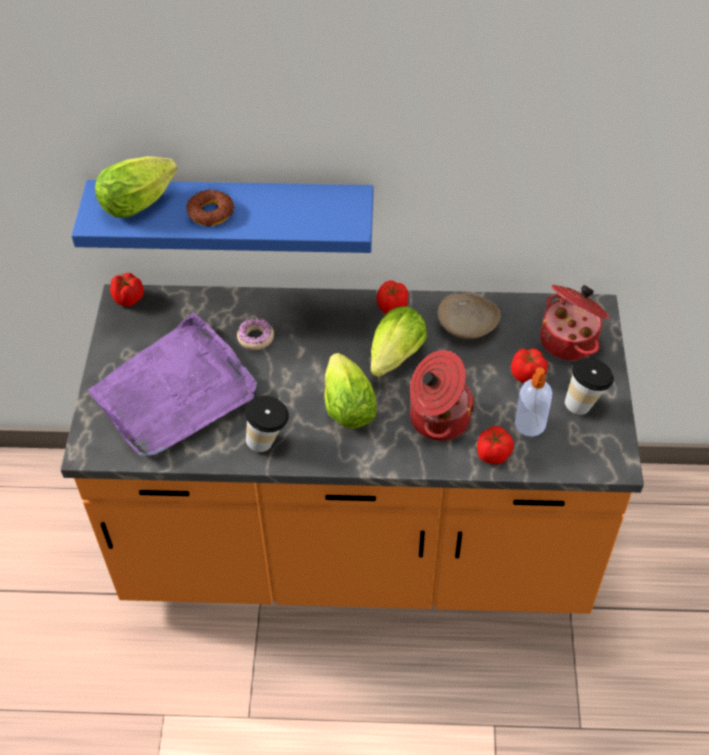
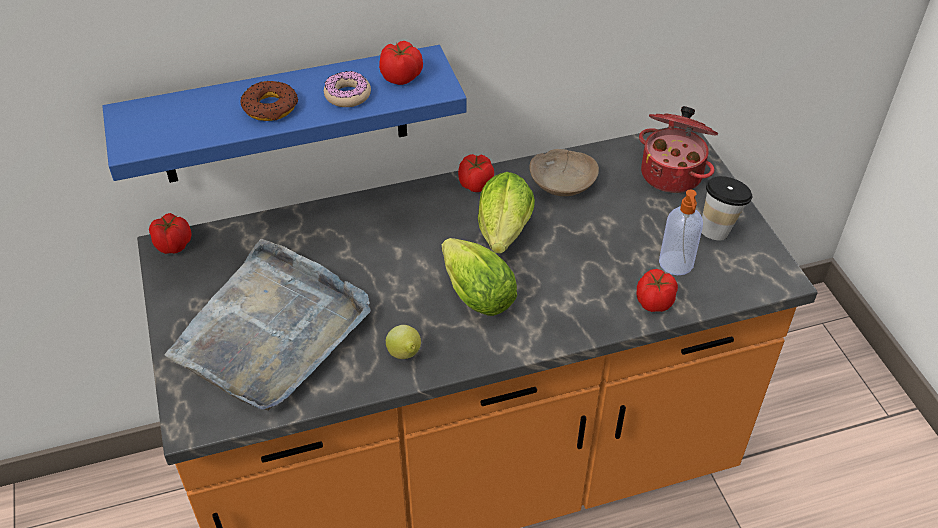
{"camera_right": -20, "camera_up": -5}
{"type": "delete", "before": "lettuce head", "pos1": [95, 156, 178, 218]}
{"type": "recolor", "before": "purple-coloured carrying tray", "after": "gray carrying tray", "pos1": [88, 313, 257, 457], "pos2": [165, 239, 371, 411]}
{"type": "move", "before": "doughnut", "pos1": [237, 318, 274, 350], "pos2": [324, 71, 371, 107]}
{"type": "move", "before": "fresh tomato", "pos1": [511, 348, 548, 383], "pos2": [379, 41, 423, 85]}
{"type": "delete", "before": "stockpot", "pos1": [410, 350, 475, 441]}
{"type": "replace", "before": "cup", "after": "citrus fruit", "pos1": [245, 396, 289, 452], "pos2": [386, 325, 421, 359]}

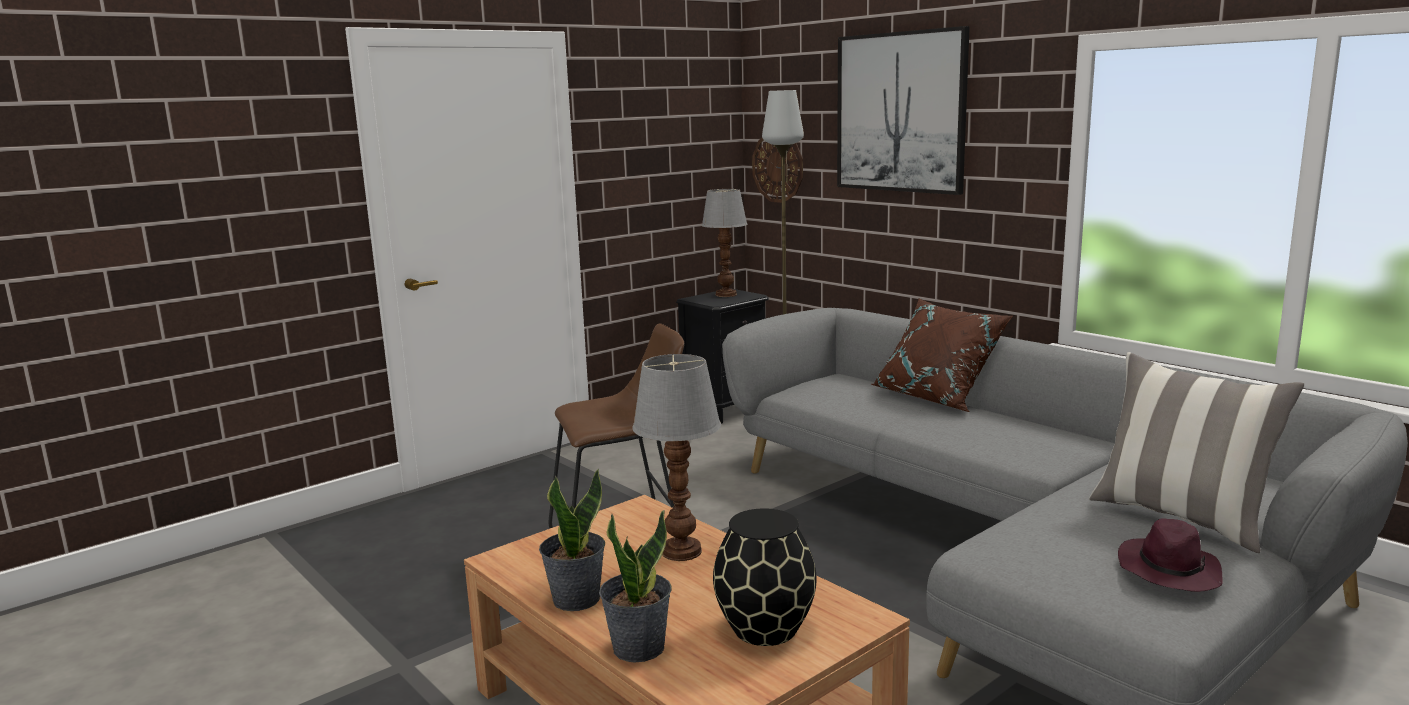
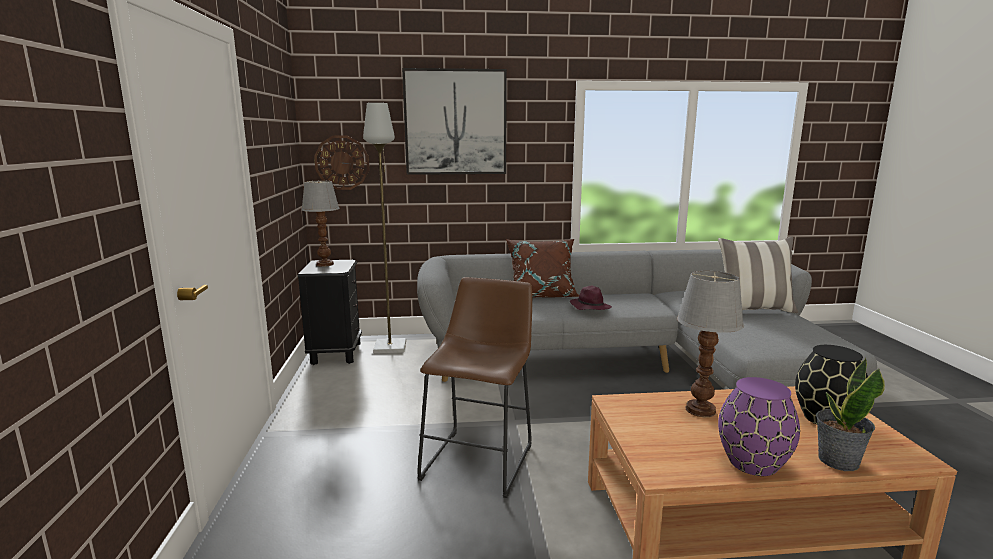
{"camera_right": -55, "camera_up": 0}
{"type": "replace", "before": "houseplant", "after": "purple-coloured flower vase", "pos1": [539, 469, 605, 611], "pos2": [718, 377, 800, 476]}
{"type": "move", "before": "purple-coloured hat", "pos1": [1118, 518, 1223, 592], "pos2": [570, 286, 612, 310]}

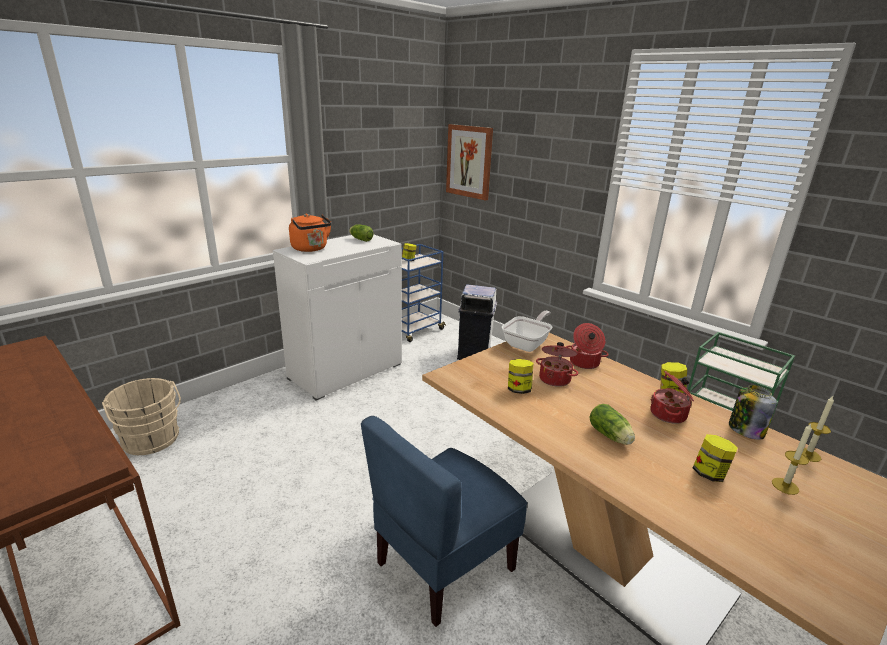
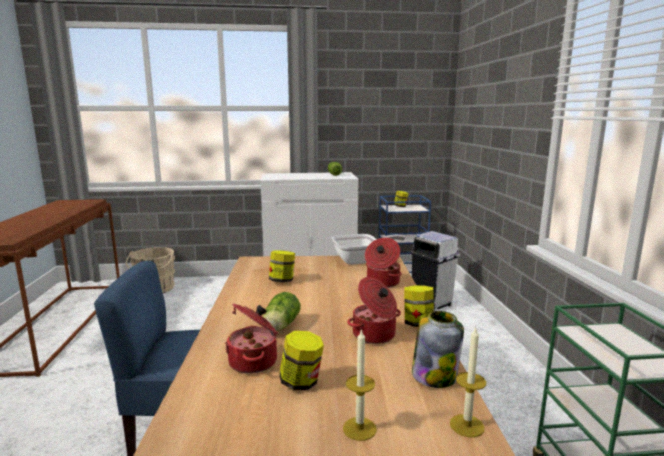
{"camera_right": 40, "camera_up": -10}
{"type": "delete", "before": "wall picture", "pos1": [446, 124, 493, 201]}
{"type": "delete", "before": "orangey water kettle", "pos1": [289, 214, 331, 252]}
{"type": "move", "before": "stockpot", "pos1": [536, 342, 578, 387], "pos2": [225, 303, 278, 374]}

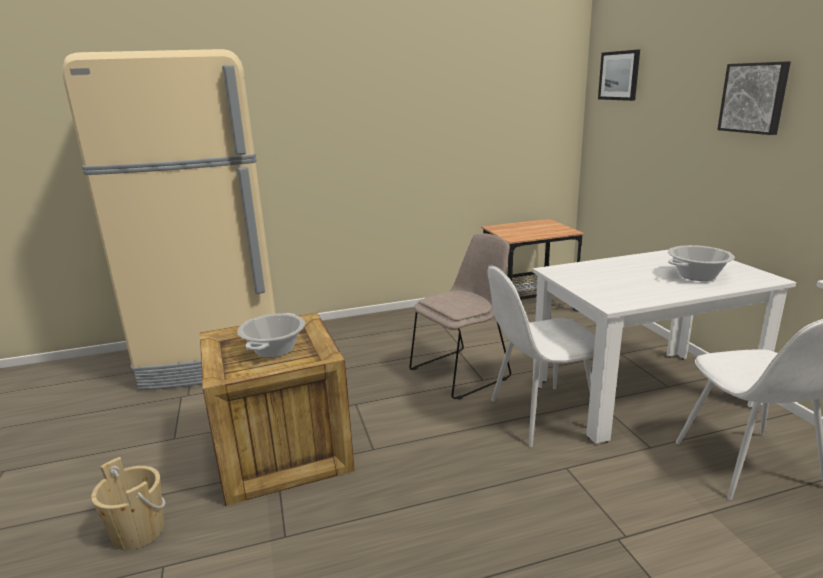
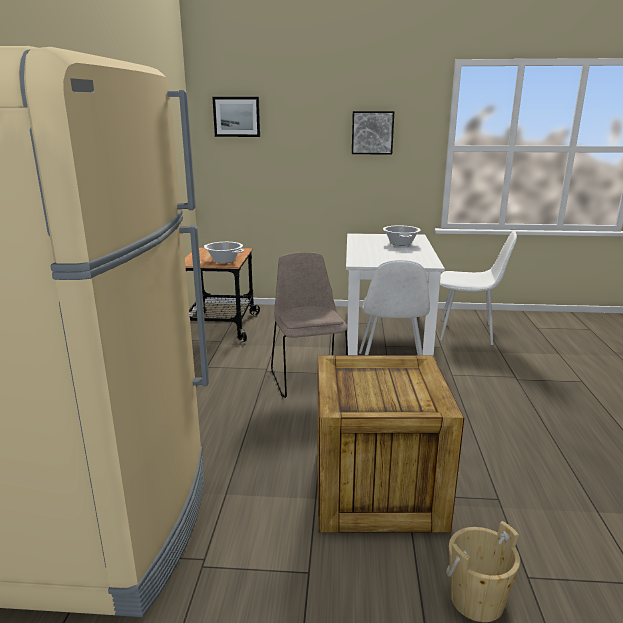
{"camera_right": -70, "camera_up": 0}
{"type": "move", "before": "stockpot", "pos1": [237, 313, 305, 358], "pos2": [204, 242, 244, 263]}

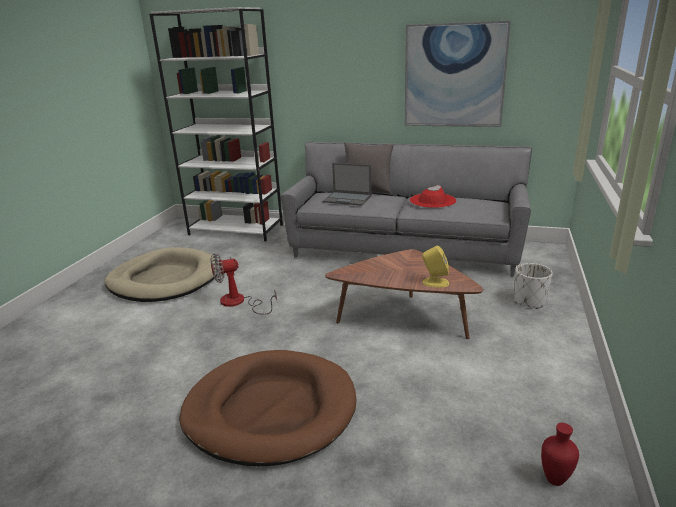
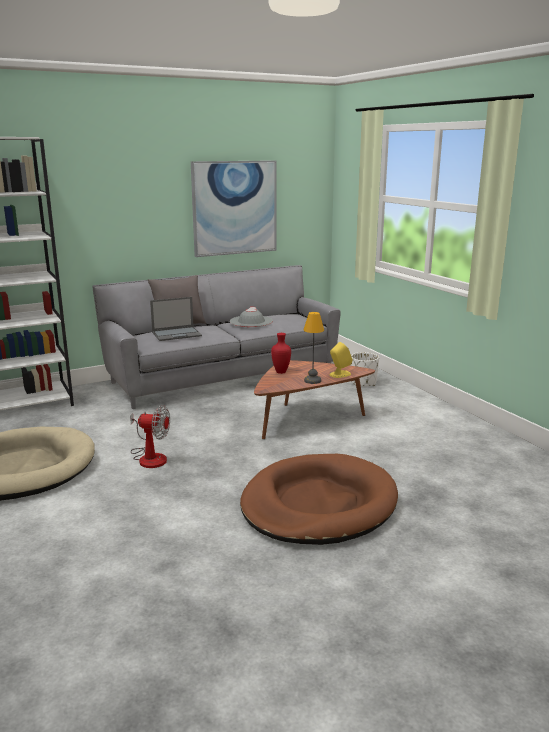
{"camera_right": -45, "camera_up": -5}
{"type": "recolor", "before": "red hat", "after": "gray hat", "pos1": [410, 185, 457, 208], "pos2": [230, 307, 273, 327]}
{"type": "rotate", "before": "fan", "pos1": [211, 253, 277, 315], "pos2": [130, 405, 170, 468], "turn": -105}
{"type": "move", "before": "red flower vase", "pos1": [541, 423, 579, 486], "pos2": [271, 333, 291, 374]}
{"type": "insert", "after": "table lamp", "pos2": [304, 312, 324, 384]}

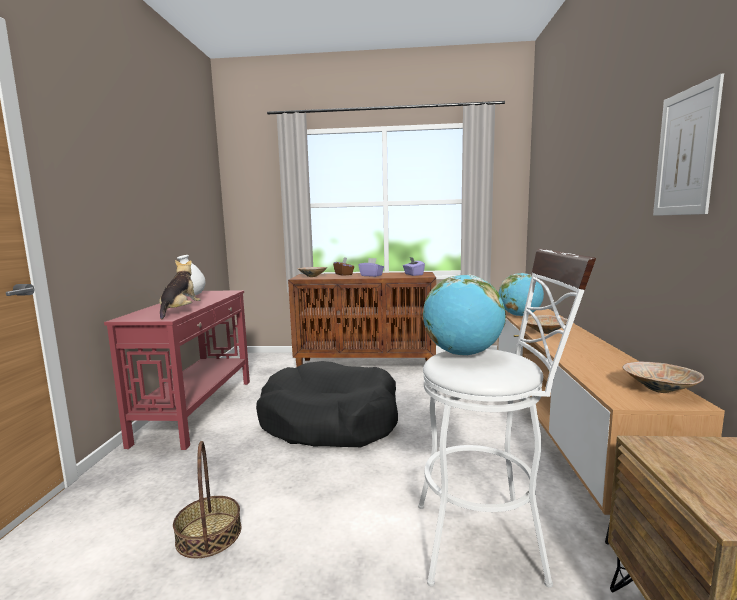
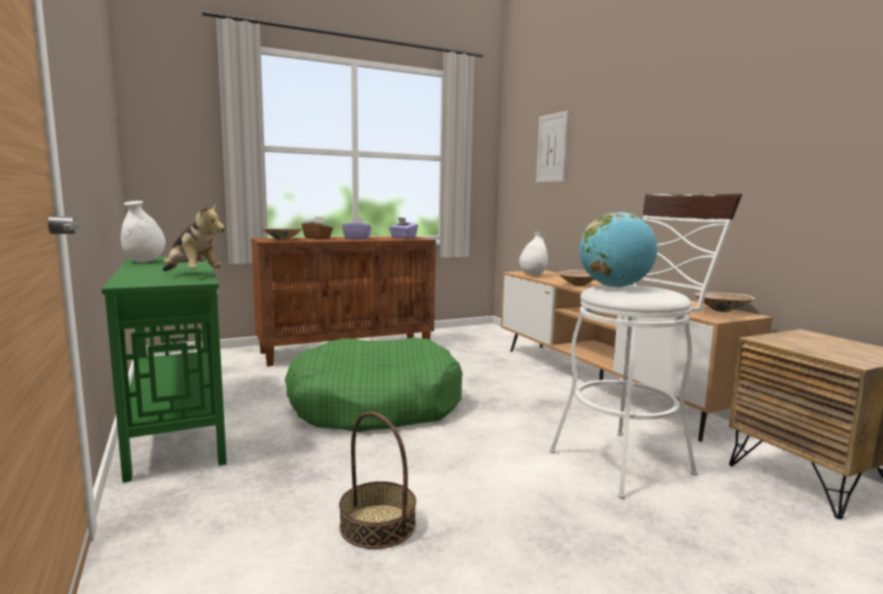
{"camera_right": -30, "camera_up": 0}
{"type": "move", "before": "wall picture", "pos1": [653, 73, 724, 216], "pos2": [536, 111, 568, 182]}
{"type": "rotate", "before": "cuddly toy", "pos1": [159, 260, 201, 319], "pos2": [163, 203, 225, 271], "turn": 150}
{"type": "replace", "before": "world globe", "after": "white flower vase", "pos1": [499, 273, 544, 316], "pos2": [519, 232, 548, 276]}
{"type": "recolor", "before": "red narrow table", "after": "green narrow table", "pos1": [104, 290, 250, 450], "pos2": [102, 257, 227, 483]}
{"type": "recolor", "before": "blackish dog bed", "after": "green dog bed", "pos1": [256, 361, 398, 447], "pos2": [285, 337, 463, 432]}

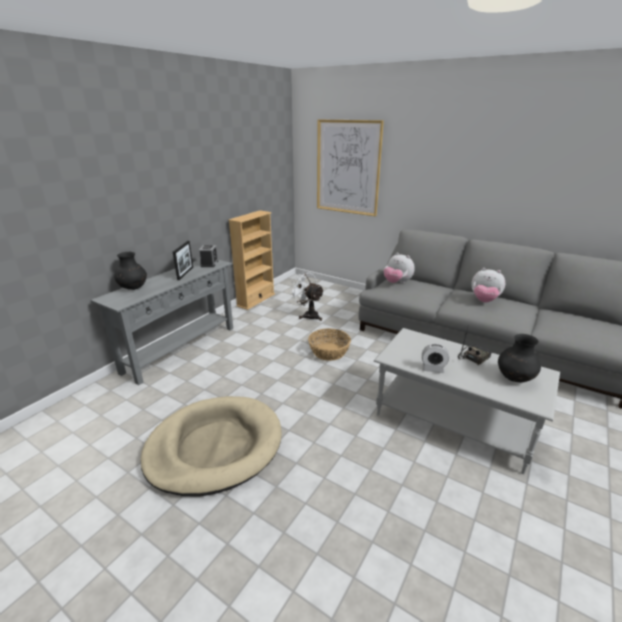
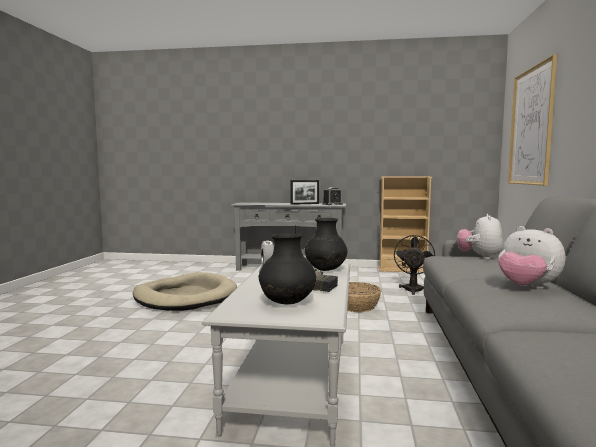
{"camera_right": 65, "camera_up": -20}
{"type": "move", "before": "blackish flower vase", "pos1": [114, 252, 147, 290], "pos2": [305, 218, 347, 271]}
{"type": "rotate", "before": "cuddly toy", "pos1": [471, 268, 505, 303], "pos2": [498, 226, 566, 289], "turn": -45}
{"type": "recolor", "before": "white fan", "after": "blackish fan", "pos1": [289, 271, 324, 321], "pos2": [394, 235, 435, 295]}

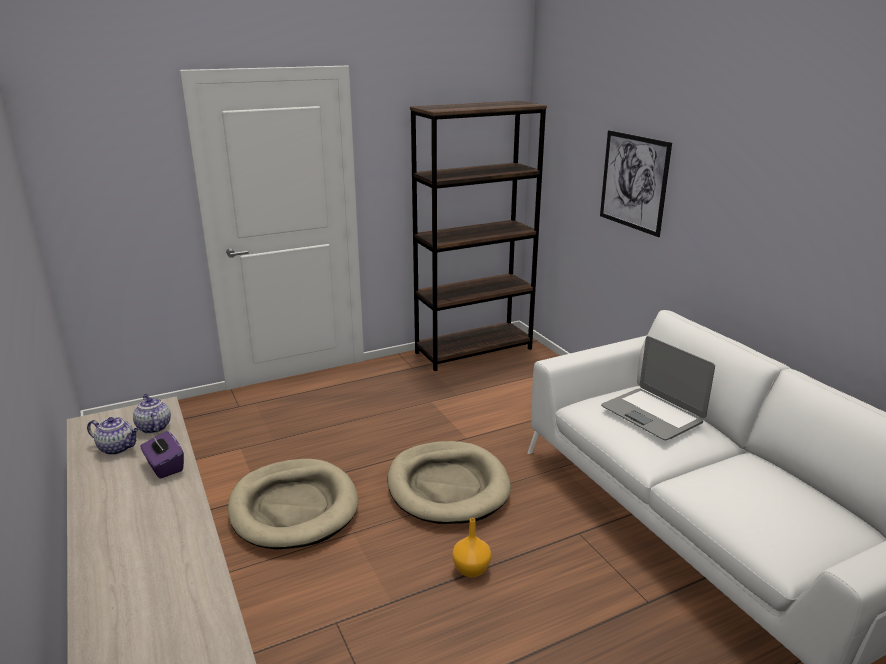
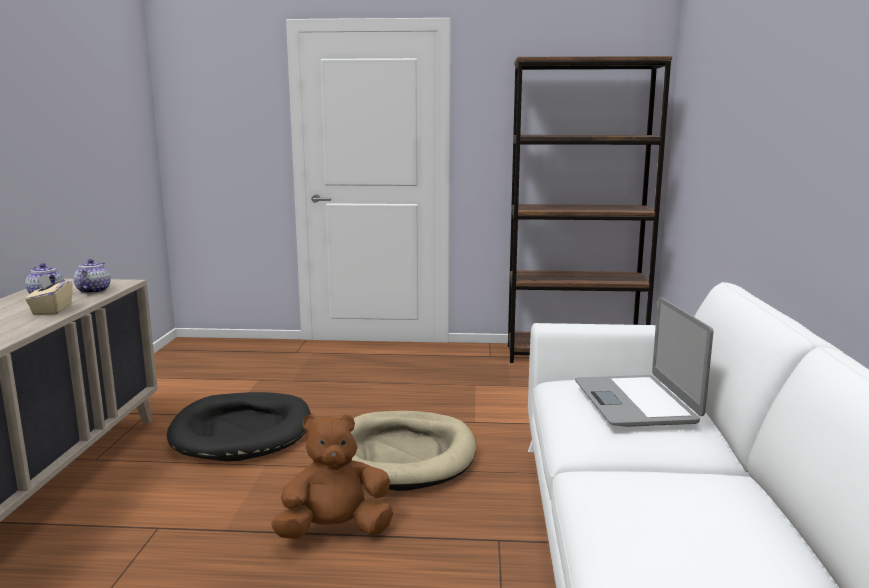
{"camera_right": 30, "camera_up": -10}
{"type": "delete", "before": "wall picture", "pos1": [600, 130, 672, 237]}
{"type": "recolor", "before": "purple-coloured tissue holder", "after": "beige tissue holder", "pos1": [140, 431, 184, 479], "pos2": [25, 273, 73, 315]}
{"type": "recolor", "before": "beige dog bed", "after": "blackish dog bed", "pos1": [228, 459, 358, 550], "pos2": [167, 392, 311, 462]}
{"type": "replace", "before": "orangey flower vase", "after": "brownish cuddly toy", "pos1": [452, 518, 491, 577], "pos2": [271, 414, 393, 539]}

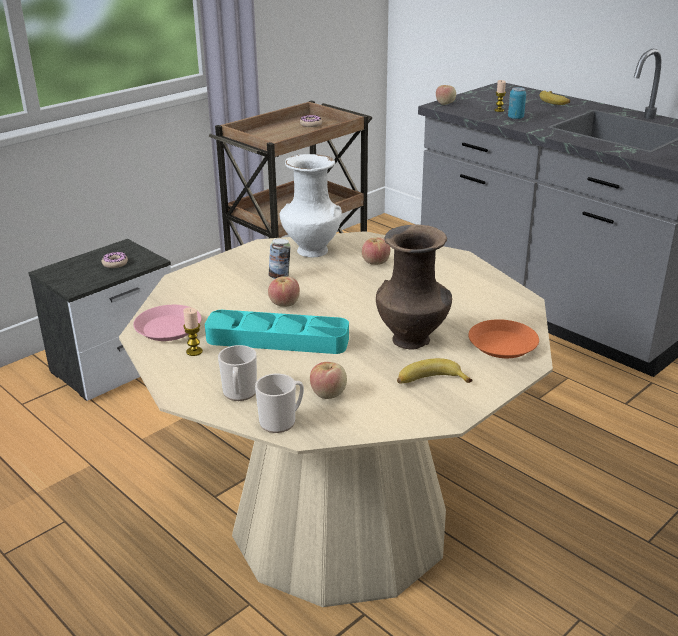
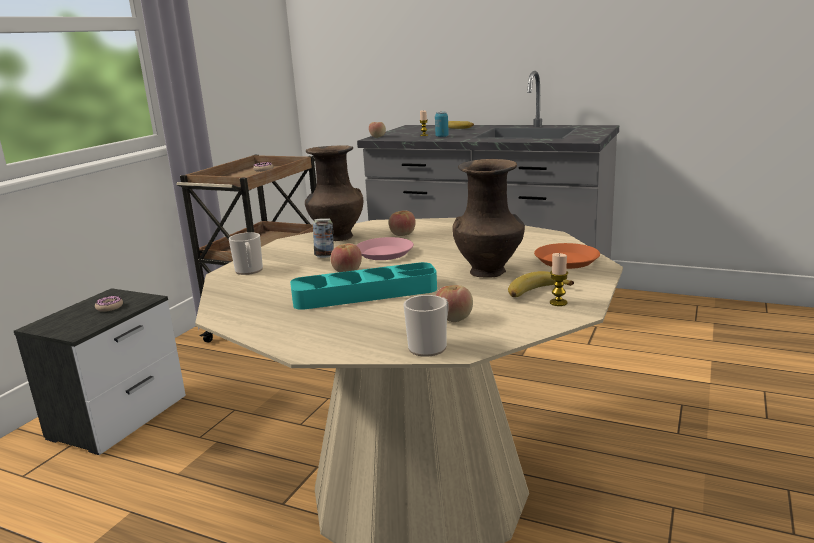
{"camera_right": -20, "camera_up": -10}
{"type": "recolor", "before": "white flower vase", "after": "brownish flower vase", "pos1": [279, 154, 342, 257], "pos2": [305, 145, 363, 241]}
{"type": "move", "before": "pink-coloured flat dish", "pos1": [133, 305, 202, 341], "pos2": [356, 237, 414, 260]}
{"type": "move", "before": "wax candle", "pos1": [183, 307, 203, 356], "pos2": [550, 253, 568, 306]}
{"type": "move", "before": "tea mug", "pos1": [218, 345, 257, 401], "pos2": [229, 232, 263, 275]}

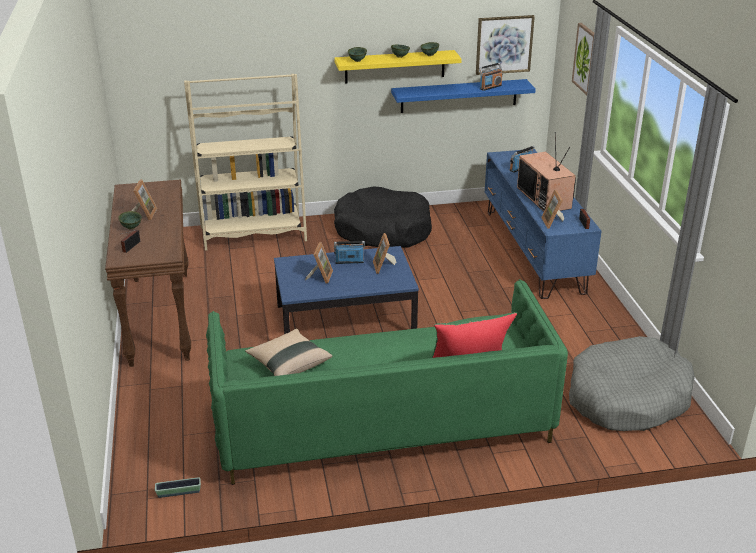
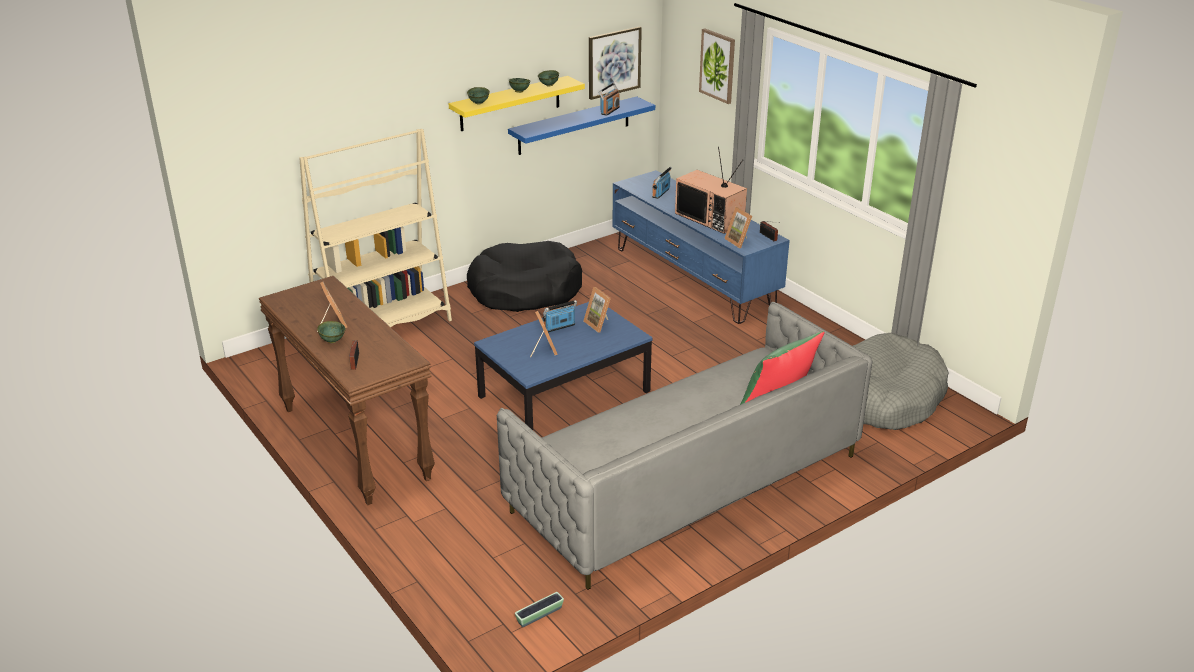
{"camera_right": -25, "camera_up": 0}
{"type": "recolor", "before": "green sofa", "after": "gray sofa", "pos1": [206, 279, 568, 485], "pos2": [497, 302, 873, 590]}
{"type": "delete", "before": "beige cushion", "pos1": [245, 329, 332, 376]}

